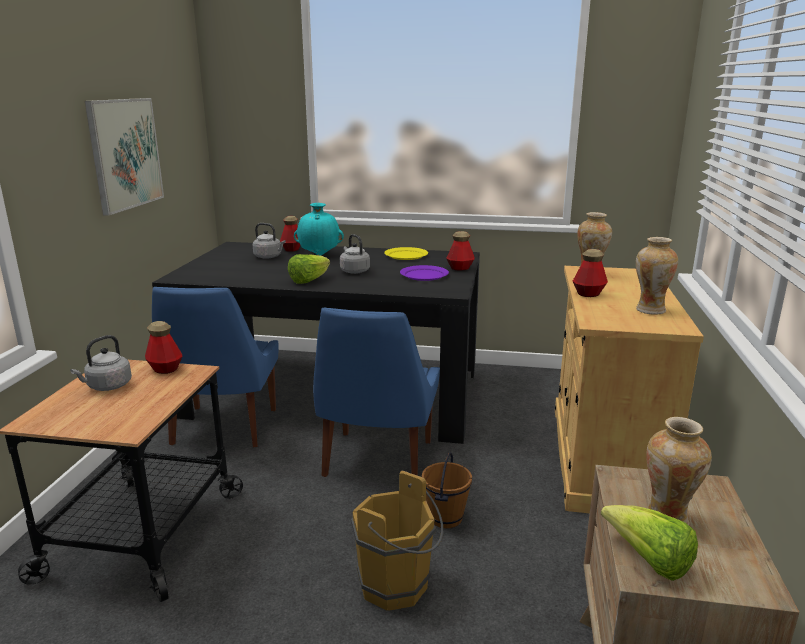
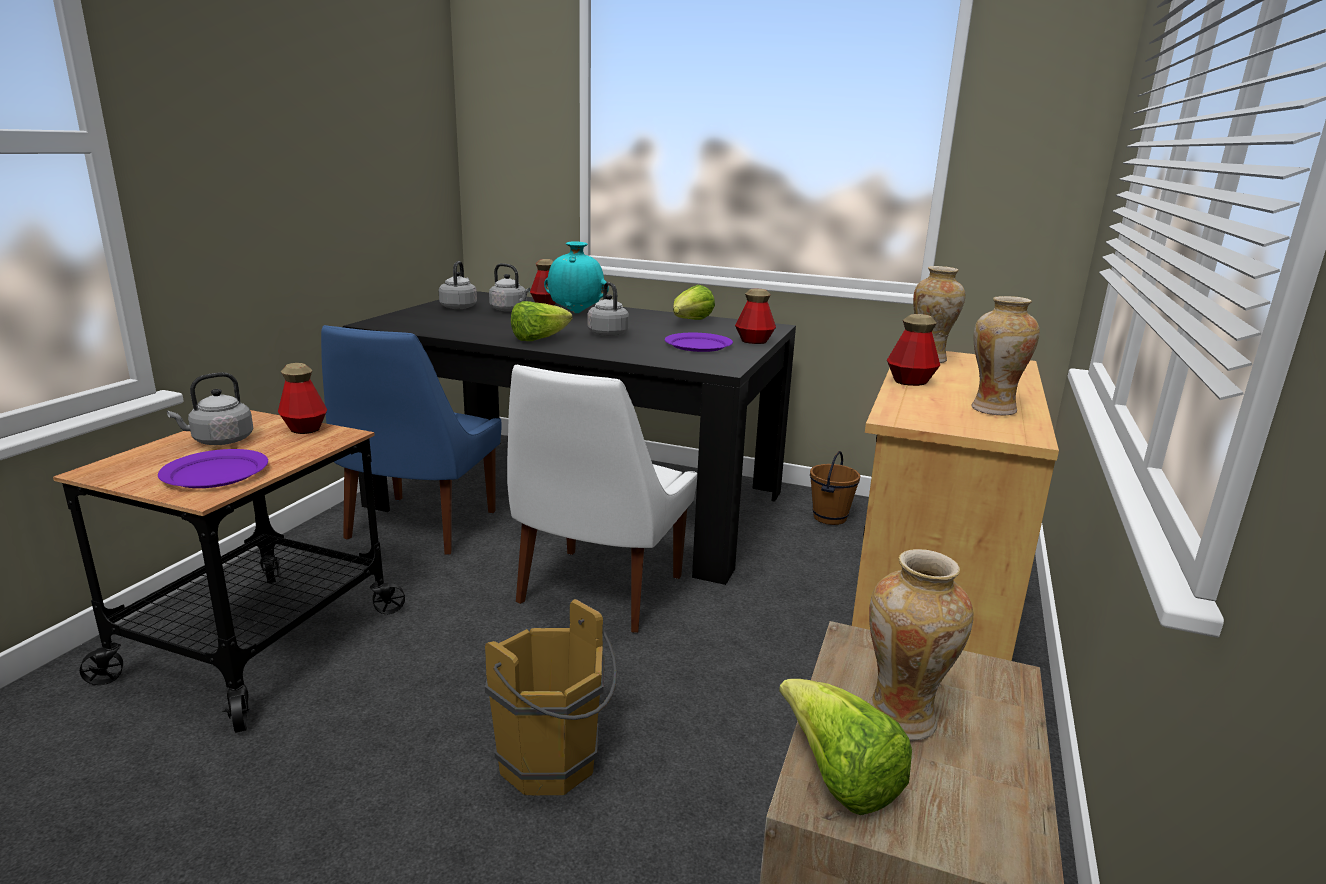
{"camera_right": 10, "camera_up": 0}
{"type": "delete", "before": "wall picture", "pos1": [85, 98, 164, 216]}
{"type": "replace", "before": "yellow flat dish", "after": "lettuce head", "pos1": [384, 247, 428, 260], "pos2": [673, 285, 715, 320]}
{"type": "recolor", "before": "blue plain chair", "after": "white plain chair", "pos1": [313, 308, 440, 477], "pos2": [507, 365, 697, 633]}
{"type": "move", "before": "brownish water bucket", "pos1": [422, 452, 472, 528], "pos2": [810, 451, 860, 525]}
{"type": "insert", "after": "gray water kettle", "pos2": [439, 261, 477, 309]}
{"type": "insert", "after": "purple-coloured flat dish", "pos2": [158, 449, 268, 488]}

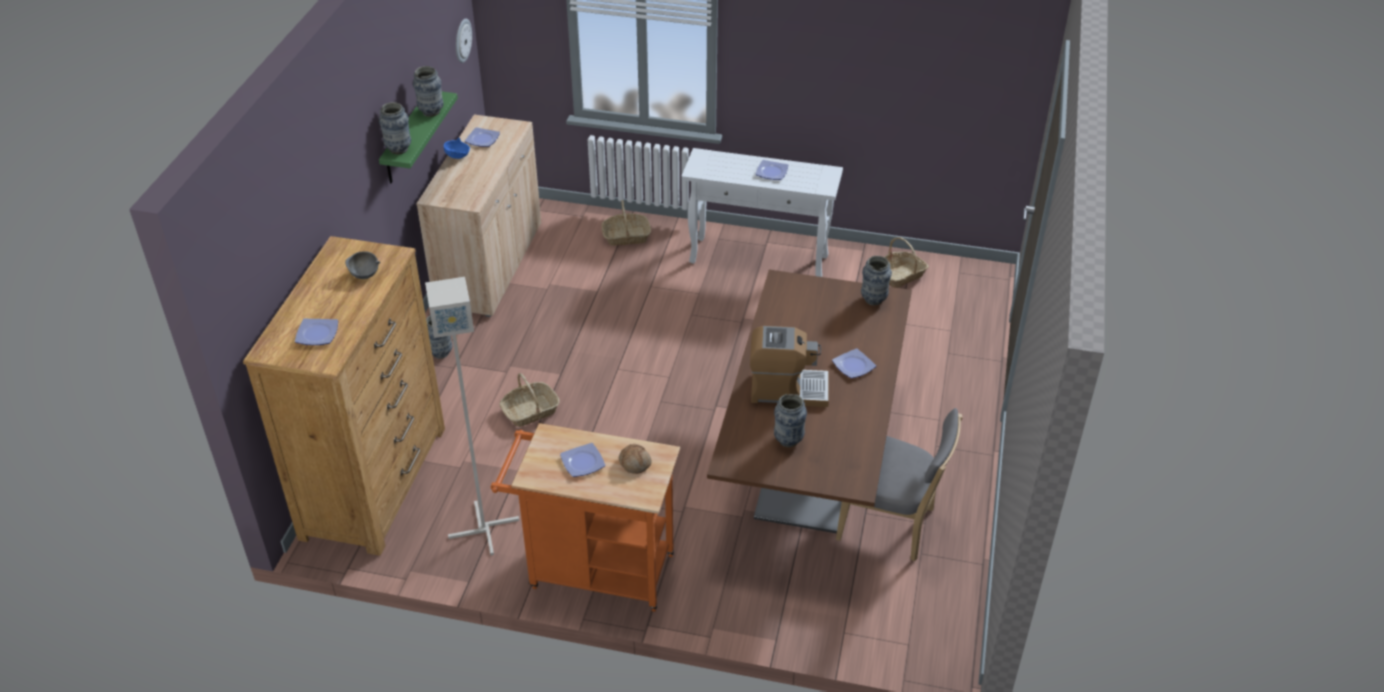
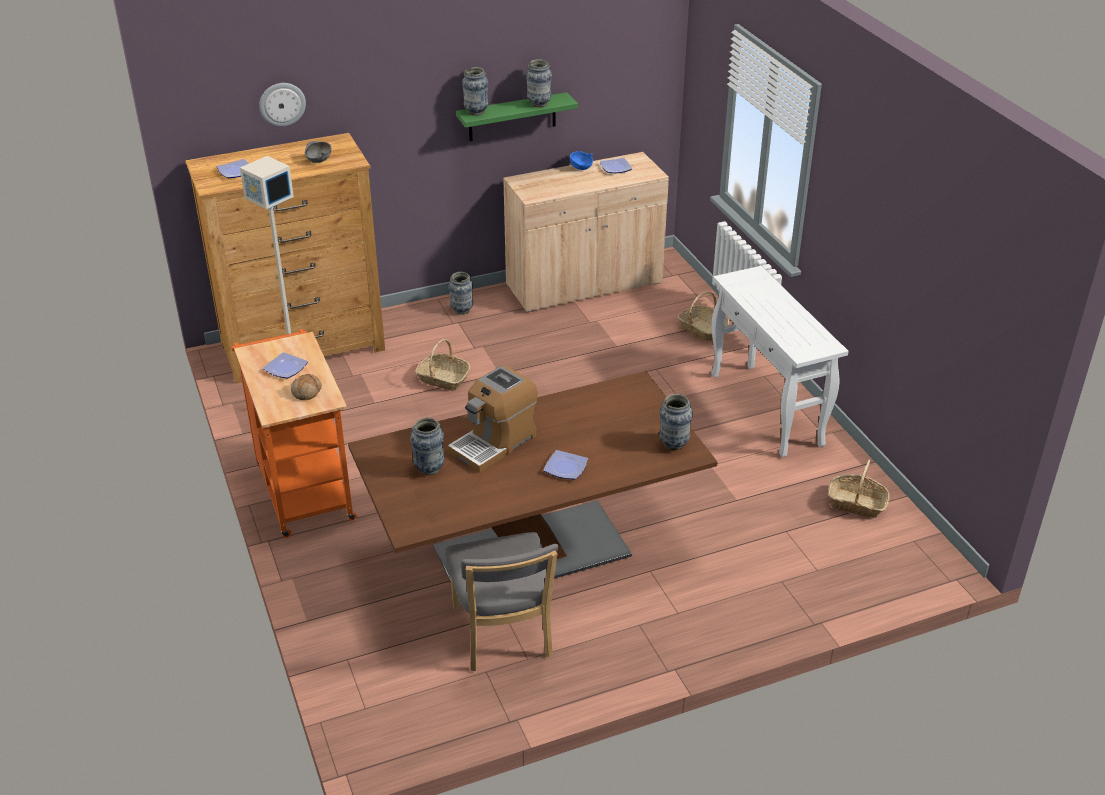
{"camera_right": 55, "camera_up": -5}
{"type": "move", "before": "clock on the wall", "pos1": [456, 19, 472, 63], "pos2": [259, 83, 306, 127]}
{"type": "delete", "before": "flat dish", "pos1": [755, 160, 788, 180]}
{"type": "rotate", "before": "coffee machine", "pos1": [750, 326, 829, 407], "pos2": [447, 365, 538, 473], "turn": 75}

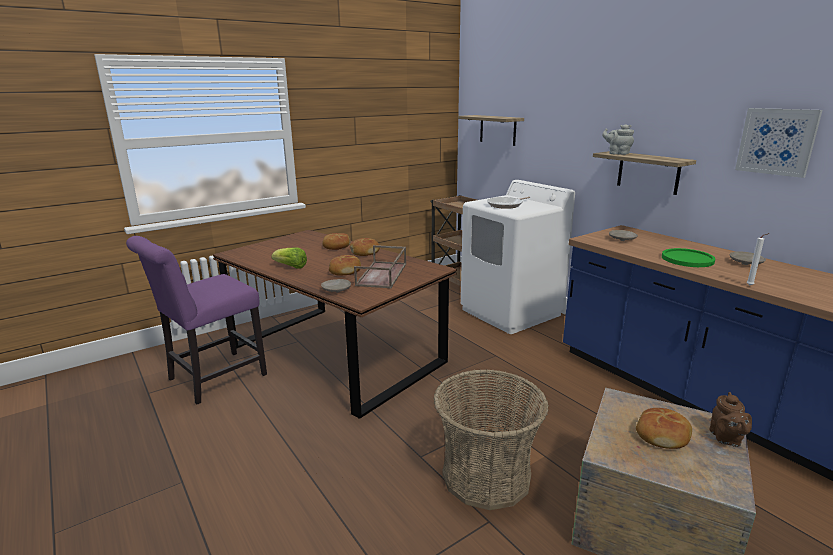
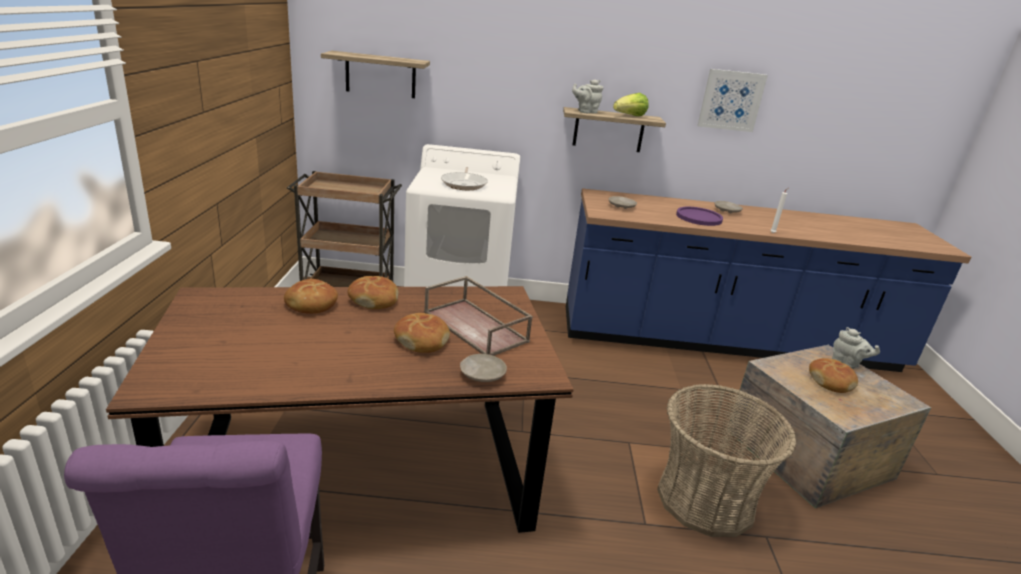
{"camera_right": -55, "camera_up": 5}
{"type": "move", "before": "lettuce head", "pos1": [271, 247, 307, 269], "pos2": [613, 93, 649, 116]}
{"type": "recolor", "before": "green flat dish", "after": "purple-coloured flat dish", "pos1": [662, 248, 715, 267], "pos2": [676, 207, 723, 226]}
{"type": "recolor", "before": "brownish teapot", "after": "gray teapot", "pos1": [710, 392, 752, 447], "pos2": [832, 327, 880, 369]}

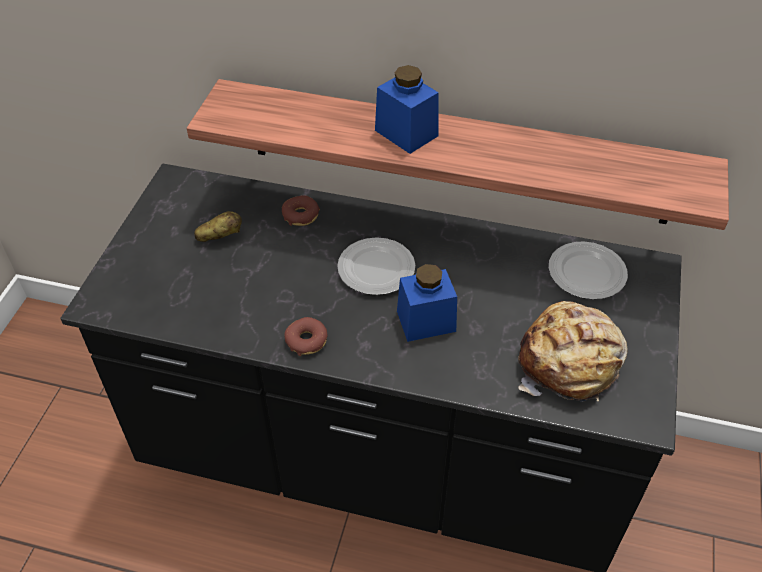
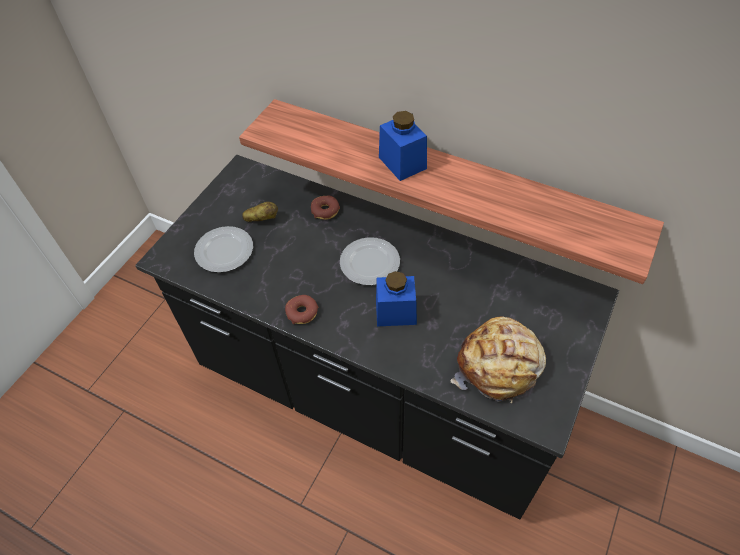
{"camera_right": 15, "camera_up": 5}
{"type": "move", "before": "flat dish", "pos1": [549, 241, 628, 300], "pos2": [194, 226, 253, 273]}

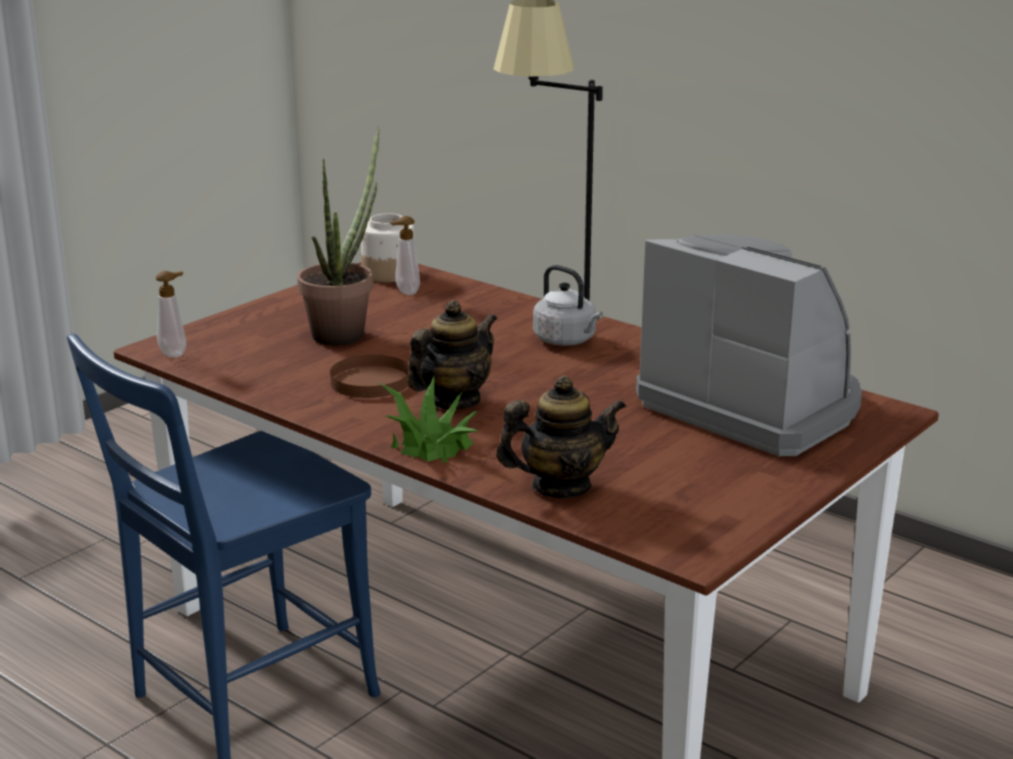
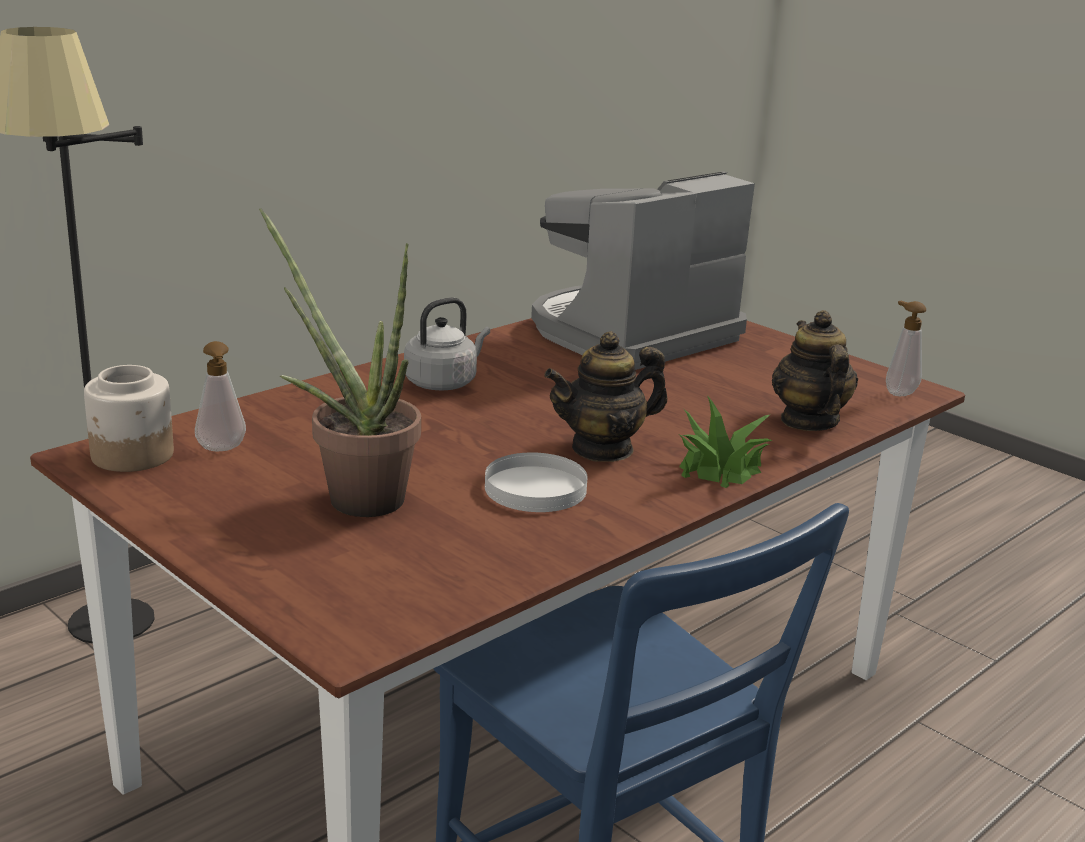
{"camera_right": -85, "camera_up": 0}
{"type": "move", "before": "liquid soap bottle", "pos1": [156, 271, 186, 357], "pos2": [886, 301, 926, 396]}
{"type": "rotate", "before": "teapot", "pos1": [407, 300, 498, 409], "pos2": [544, 331, 668, 462], "turn": -75}
{"type": "recolor", "before": "brownish flat dish", "after": "white flat dish", "pos1": [330, 355, 410, 398], "pos2": [485, 452, 588, 512]}

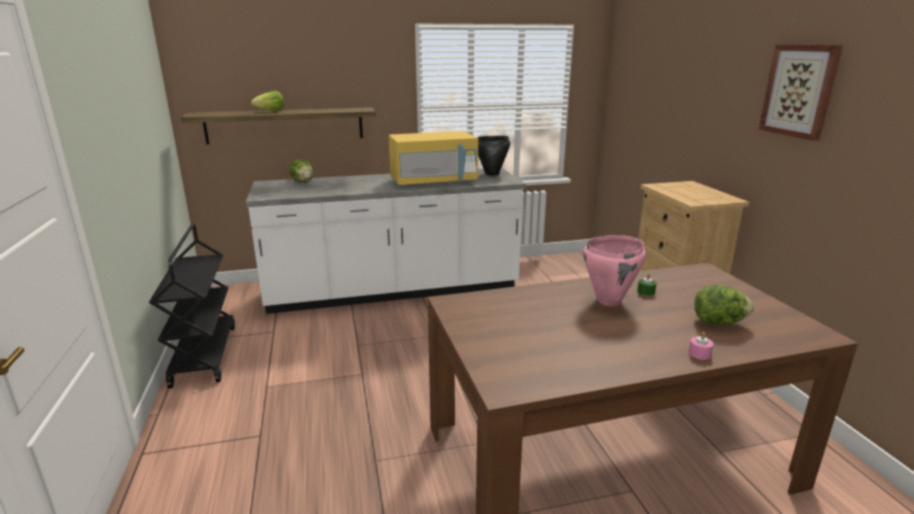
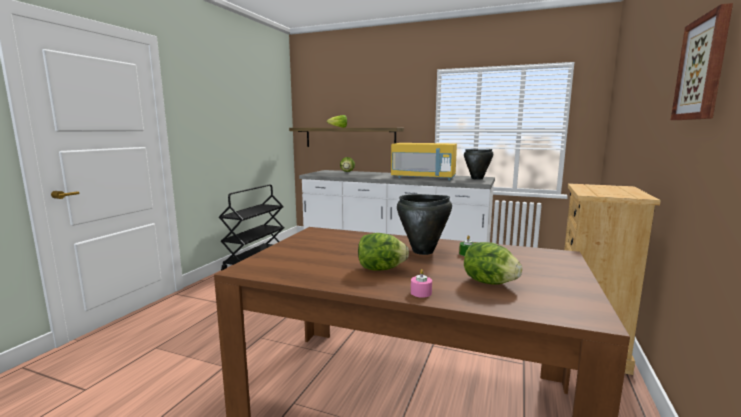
{"camera_right": 35, "camera_up": -10}
{"type": "recolor", "before": "pink-coloured stockpot", "after": "blackish stockpot", "pos1": [583, 235, 646, 306], "pos2": [397, 194, 452, 255]}
{"type": "insert", "after": "lettuce head", "pos2": [358, 233, 409, 271]}

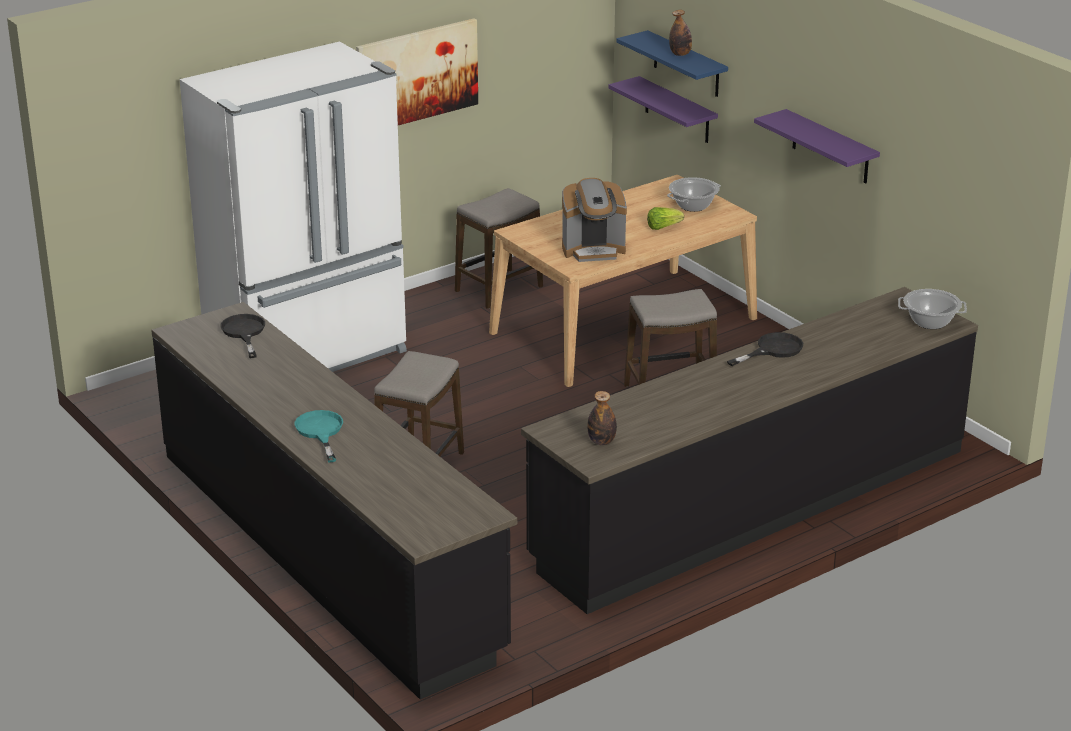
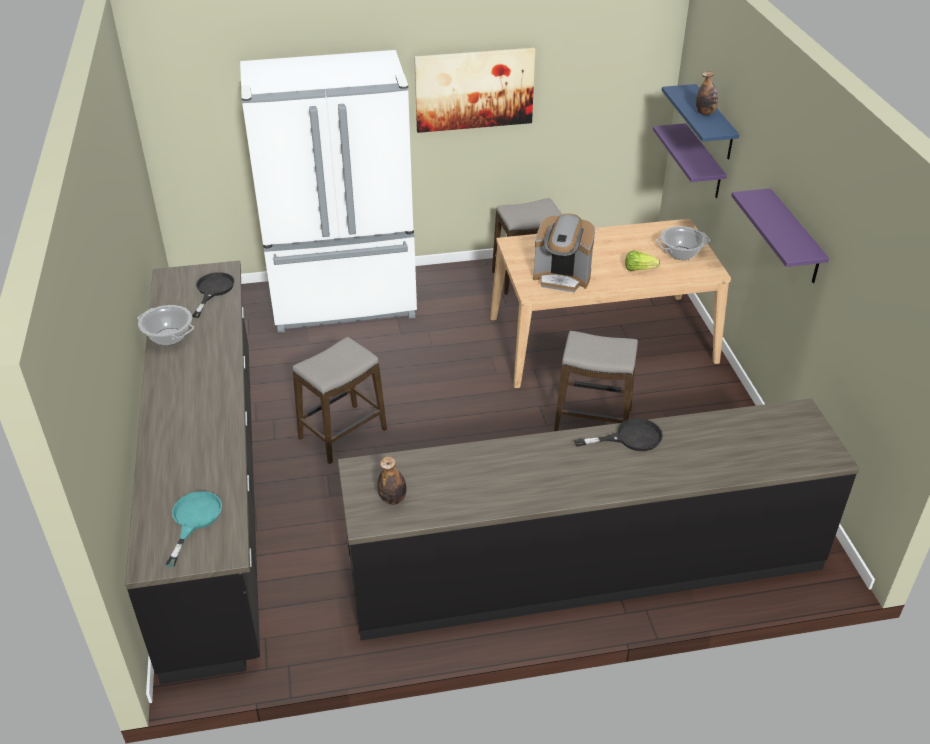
{"camera_right": 25, "camera_up": 10}
{"type": "move", "before": "stockpot", "pos1": [898, 289, 967, 329], "pos2": [138, 305, 194, 345]}
{"type": "move", "before": "turquoise-coloured skillet", "pos1": [295, 410, 343, 462], "pos2": [165, 491, 222, 567]}

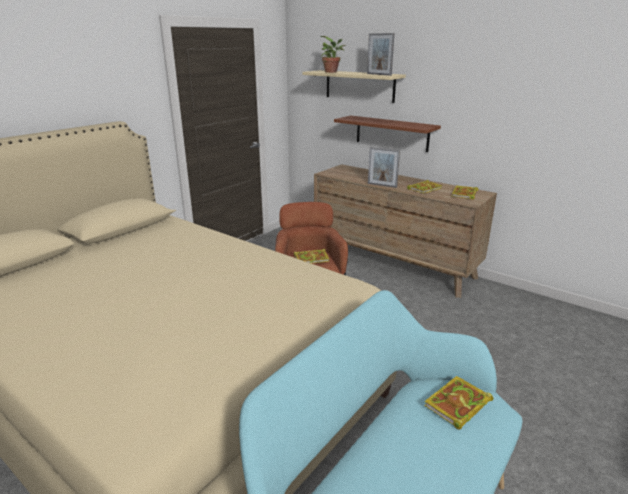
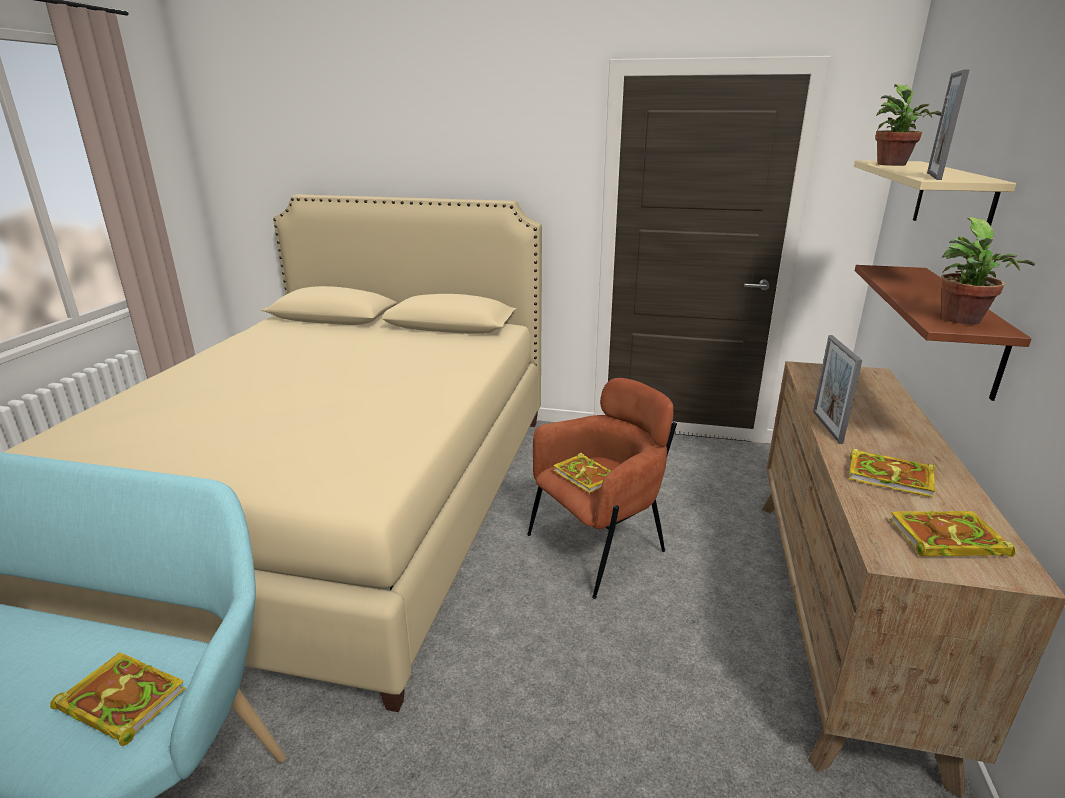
{"camera_right": 65, "camera_up": 0}
{"type": "insert", "after": "houseplant", "pos2": [939, 217, 1036, 325]}

